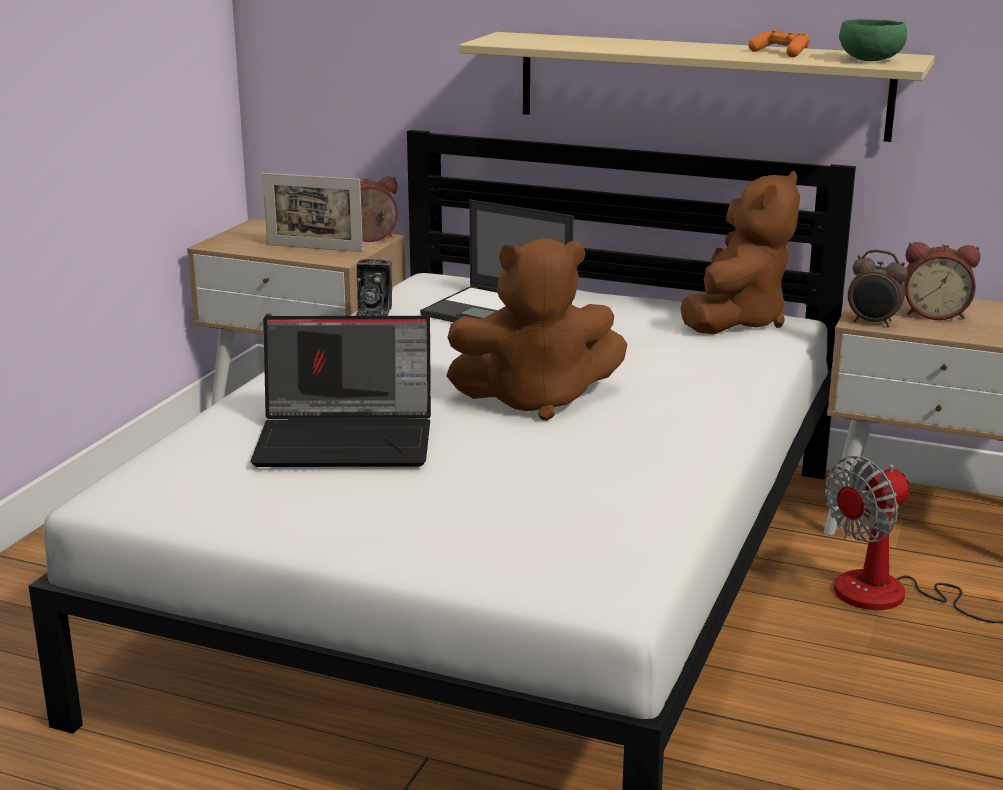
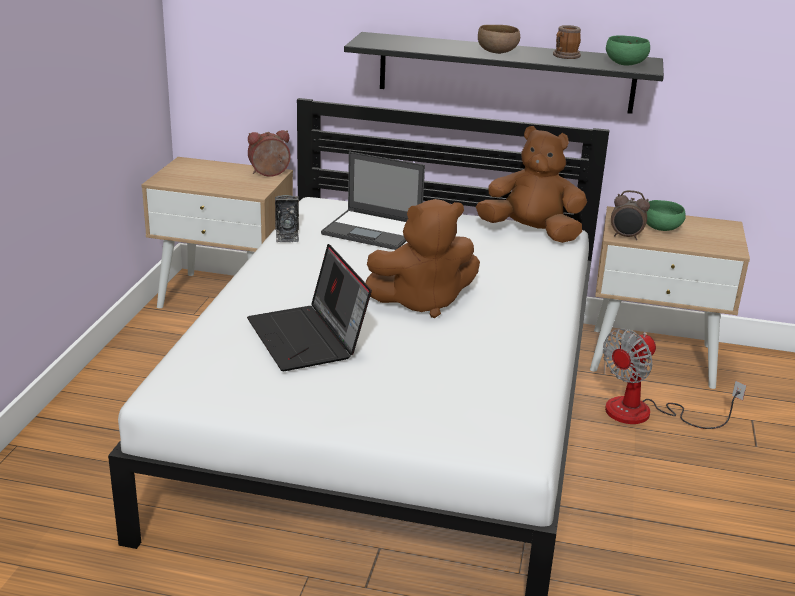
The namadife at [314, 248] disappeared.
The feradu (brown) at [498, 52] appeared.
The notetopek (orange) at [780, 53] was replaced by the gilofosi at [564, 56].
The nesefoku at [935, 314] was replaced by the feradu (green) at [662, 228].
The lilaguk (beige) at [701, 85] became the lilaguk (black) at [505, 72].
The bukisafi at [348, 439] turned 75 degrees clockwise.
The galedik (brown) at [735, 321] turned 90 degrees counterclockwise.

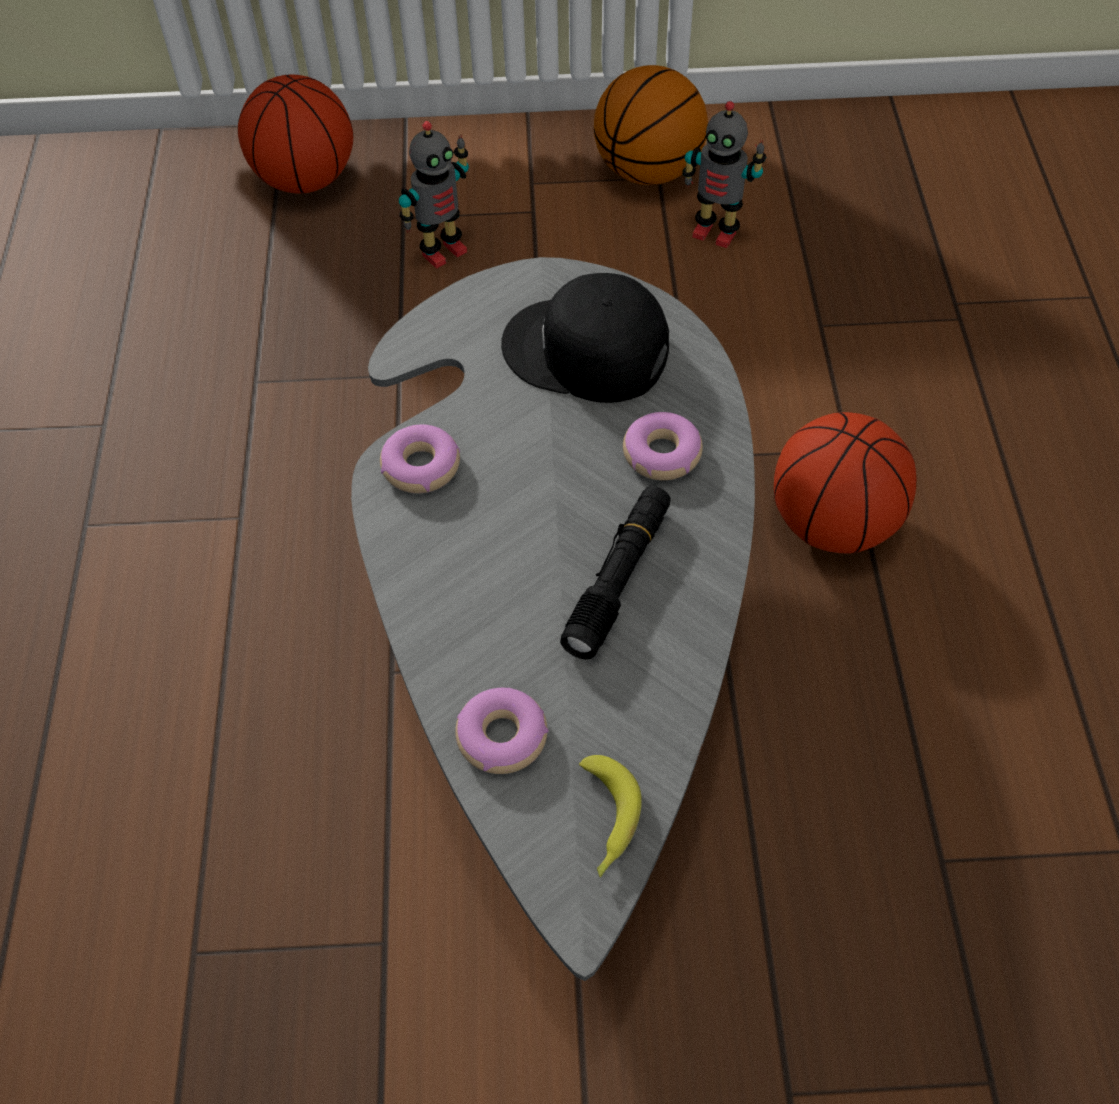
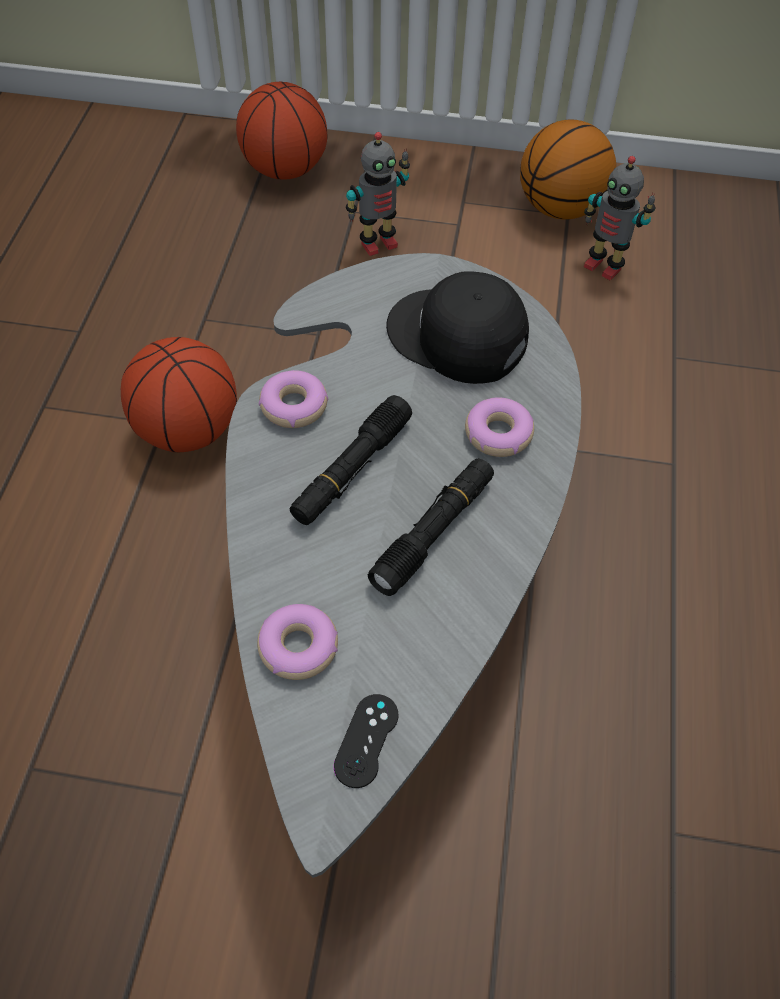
The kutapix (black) at [351, 469] appeared.
The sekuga moved from [832, 524] to [187, 431].
The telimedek at [605, 821] was replaced by the notetopek (black) at [366, 740].

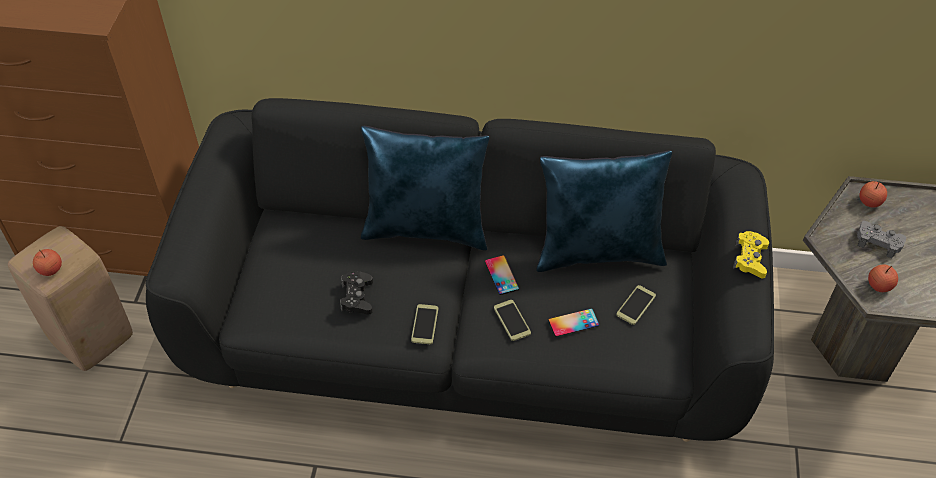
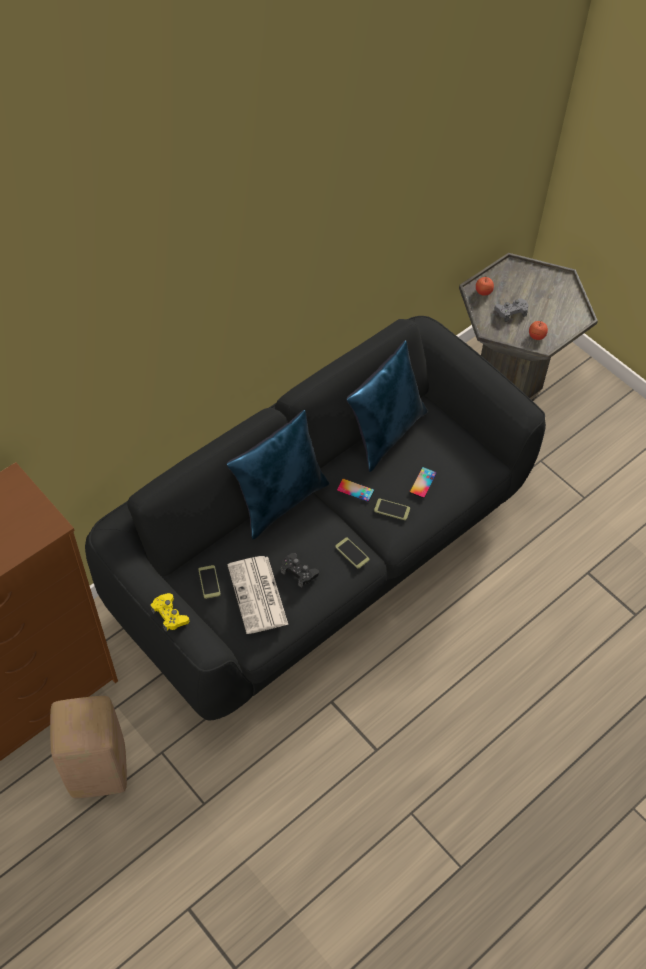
The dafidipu at [51, 269] disappeared.
The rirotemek at [258, 595] appeared.
The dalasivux moved from [636, 305] to [209, 582].
The notetopek (yellow) moved from [750, 258] to [169, 615].

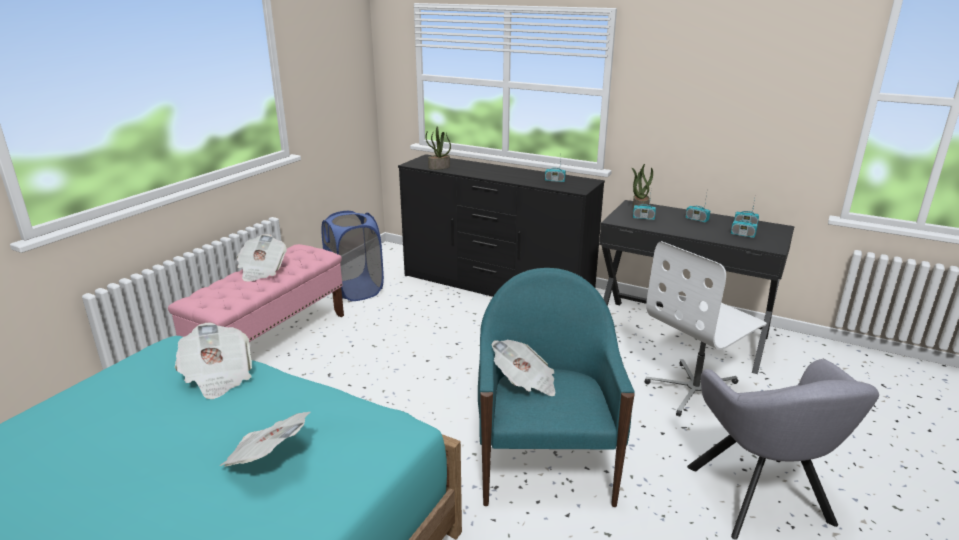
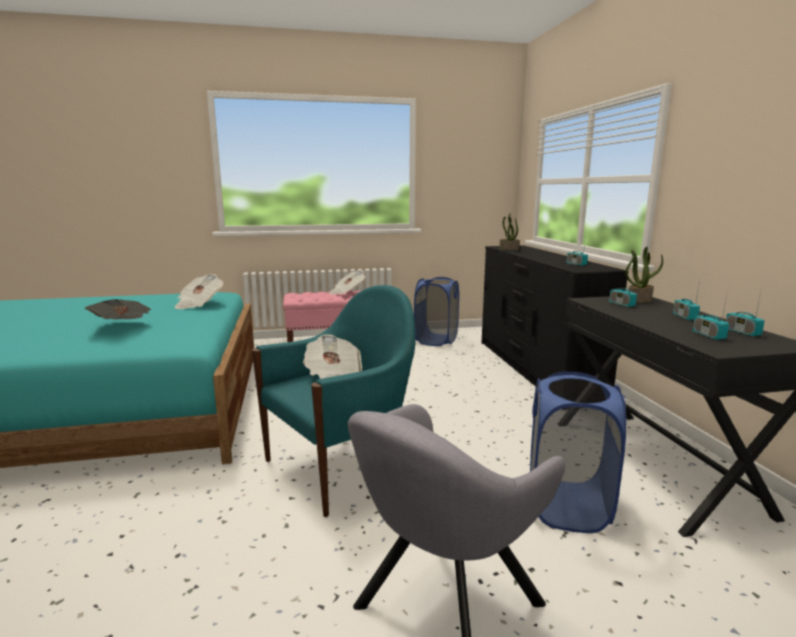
The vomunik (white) at [696, 392] was replaced by the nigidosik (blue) at [566, 505].

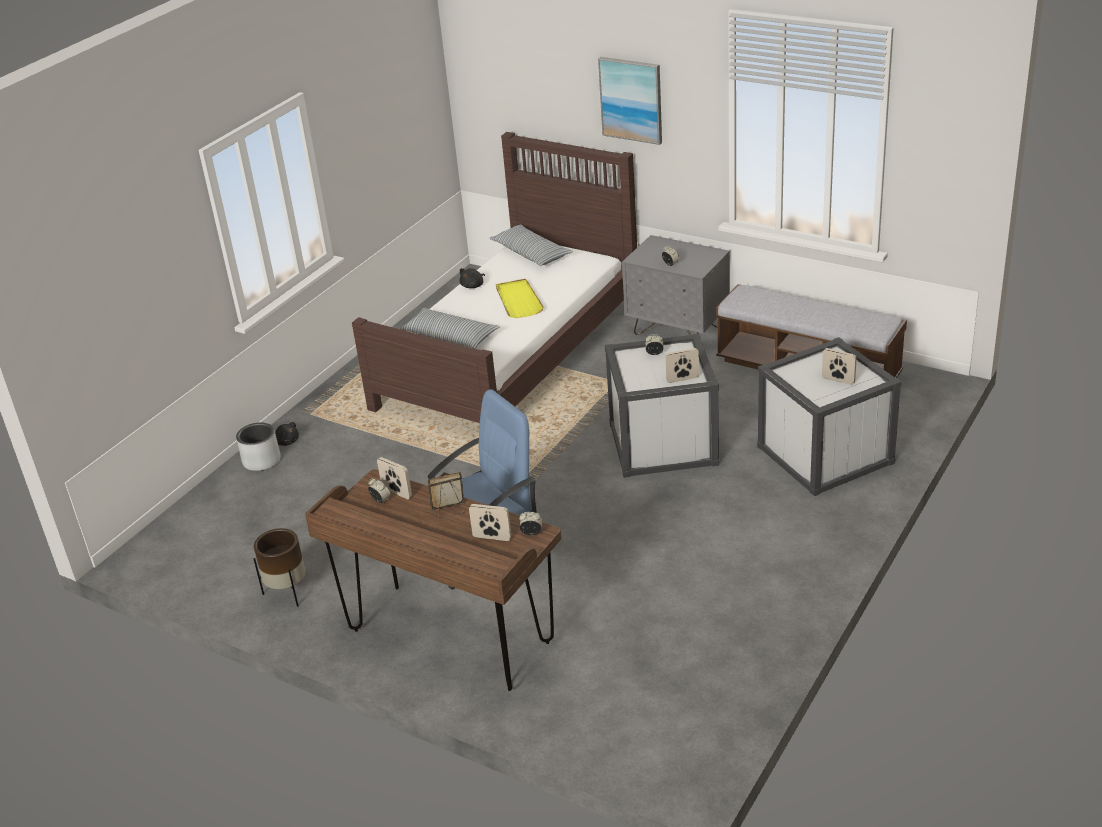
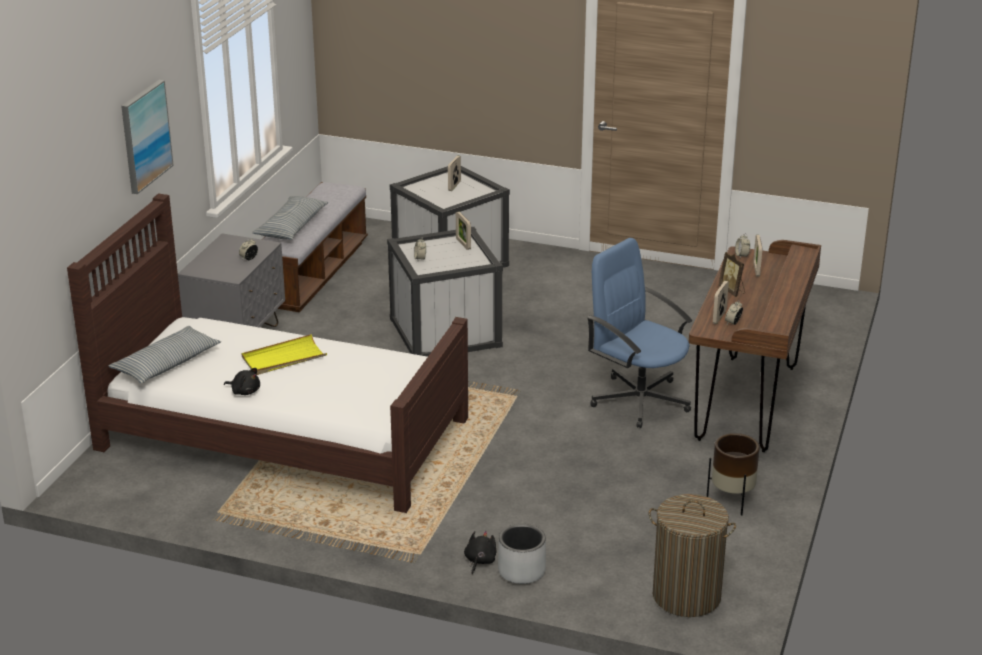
The nigidosik at [686, 596] appeared.
The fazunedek moved from [450, 337] to [291, 226].

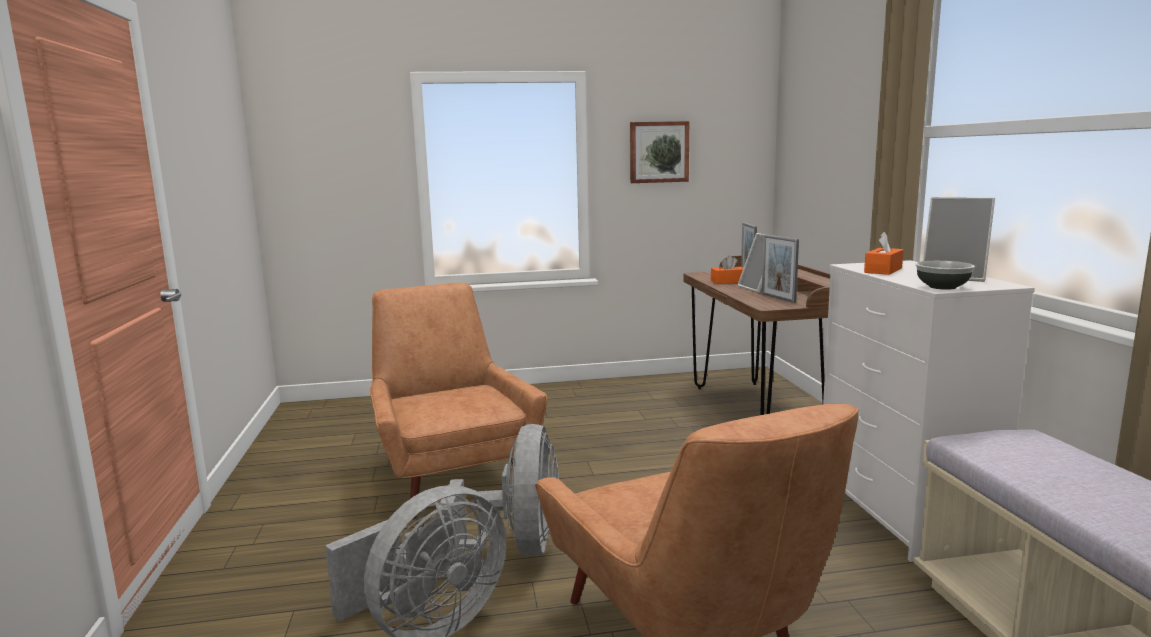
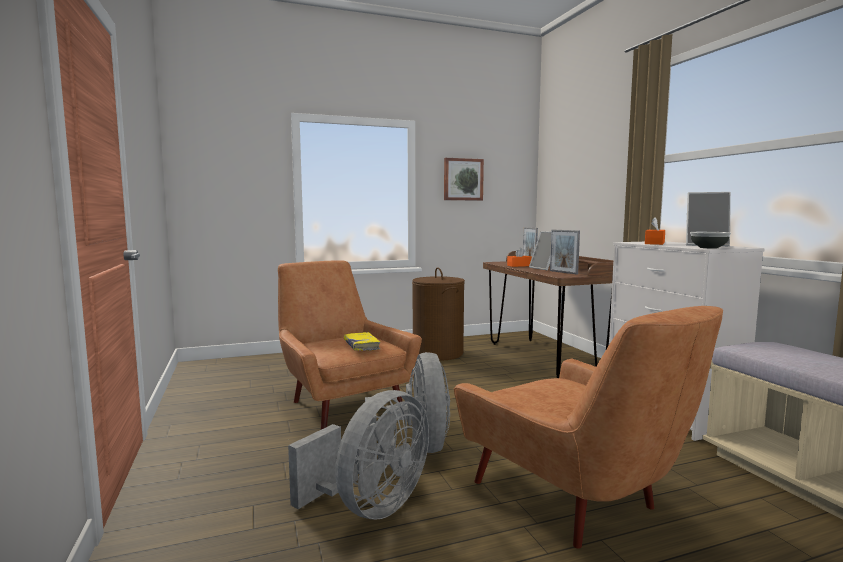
The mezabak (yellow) at [361, 346] appeared.
The nigidosik (brown) at [438, 353] appeared.

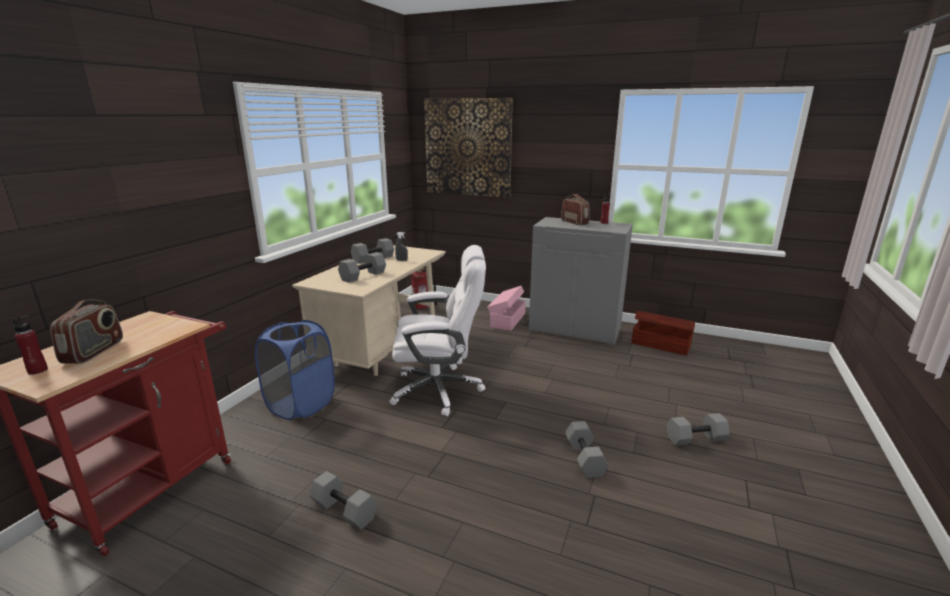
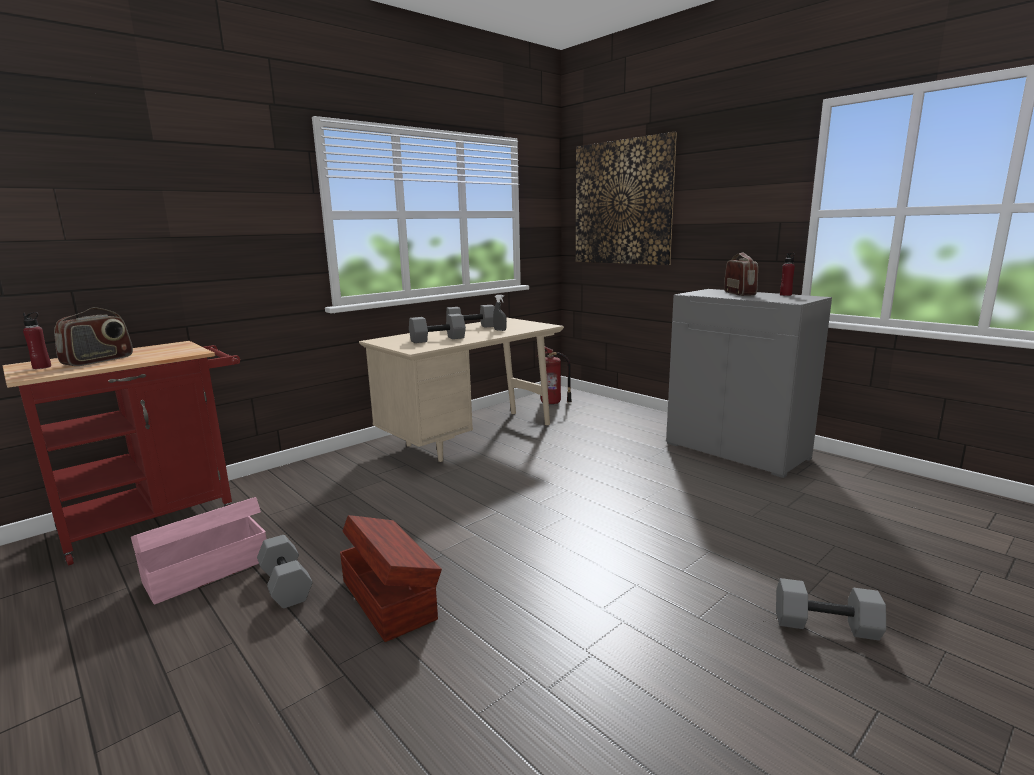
The nigidosik (blue) at [301, 404] disappeared.
The vomunik (white) at [439, 389] disappeared.
The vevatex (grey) at [585, 459] disappeared.
The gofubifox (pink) moved from [507, 320] to [206, 570].
The gofubifox (brown) moved from [660, 344] to [389, 598].

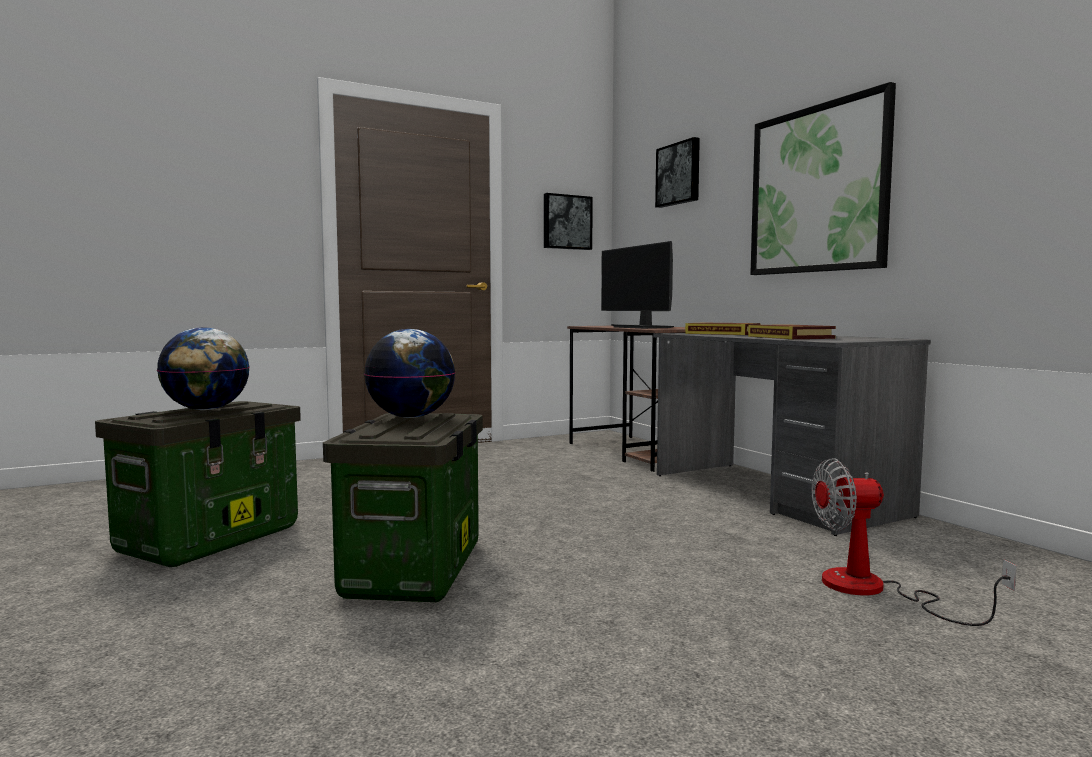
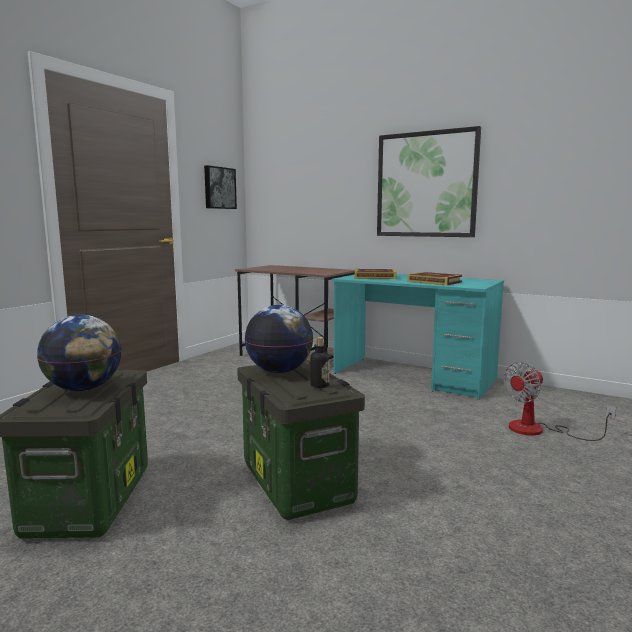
The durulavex at [642, 327] disappeared.
The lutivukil at [679, 174] disappeared.
The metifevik at [319, 385] appeared.
The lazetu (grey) at [773, 494] became the lazetu (turquoise) at [413, 376].

